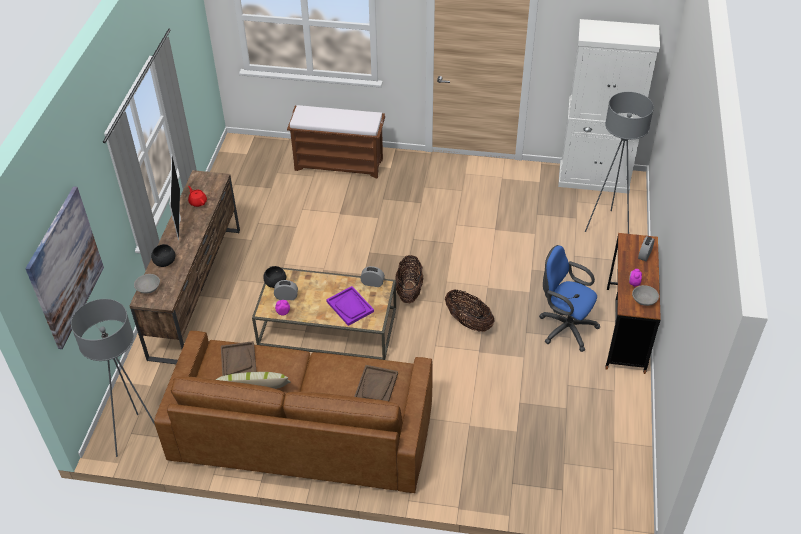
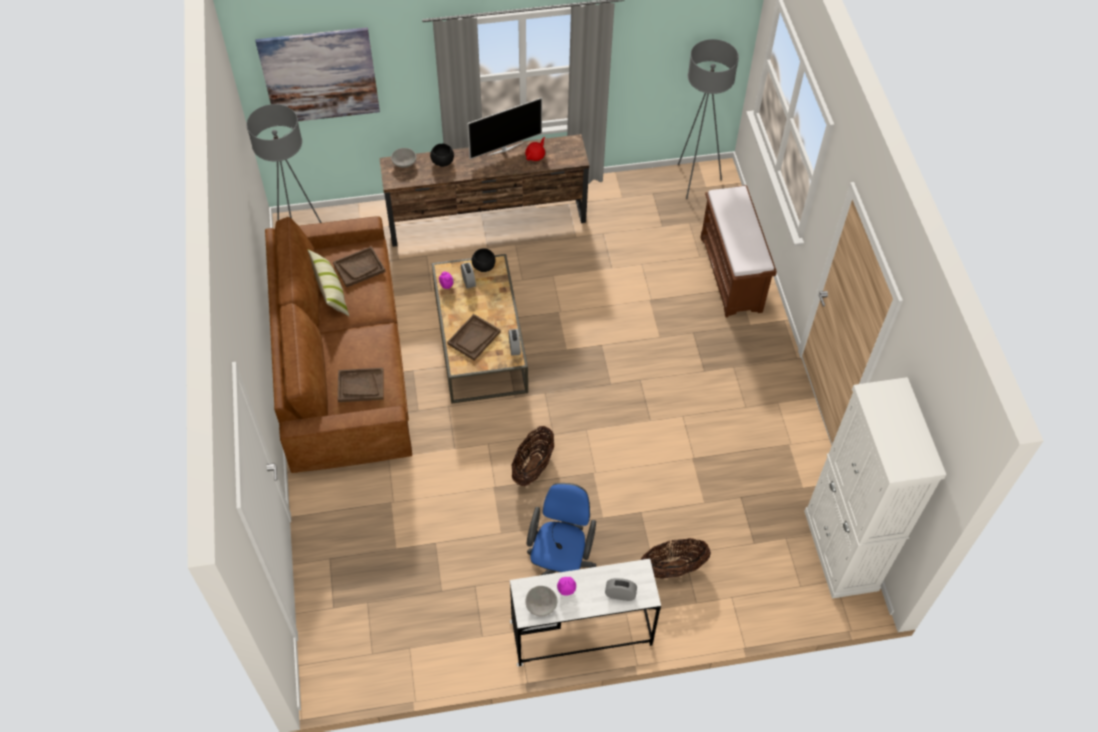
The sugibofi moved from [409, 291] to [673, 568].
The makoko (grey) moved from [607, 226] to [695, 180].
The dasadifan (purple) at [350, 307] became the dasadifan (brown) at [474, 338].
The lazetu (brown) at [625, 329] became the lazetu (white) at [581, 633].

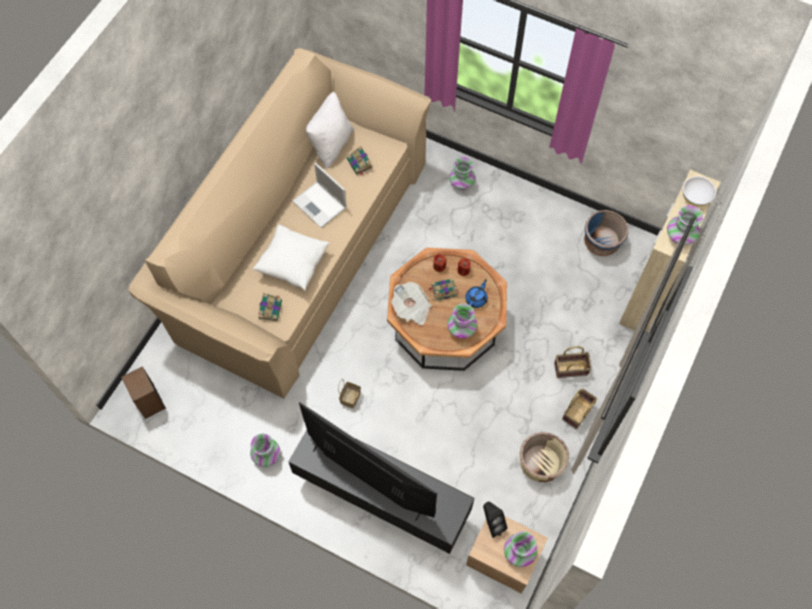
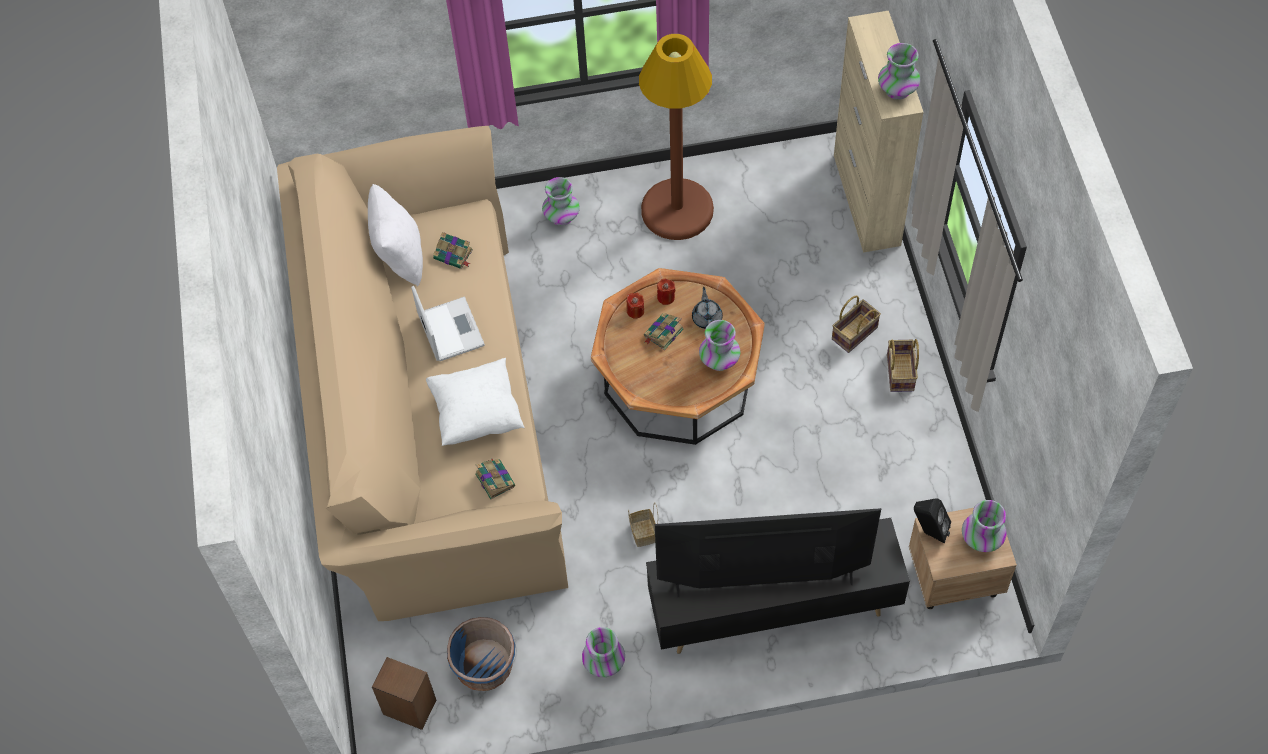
The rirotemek at [411, 308] disappeared.
The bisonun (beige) at [540, 464] disappeared.
The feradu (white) at [696, 197] disappeared.
The makoko (brown) at [677, 210] appeared.
The bisonun (blue) moved from [601, 242] to [484, 666].
The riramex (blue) at [476, 299] became the riramex (grey) at [707, 318].
The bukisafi at [320, 205] turned 120 degrees counterclockwise.

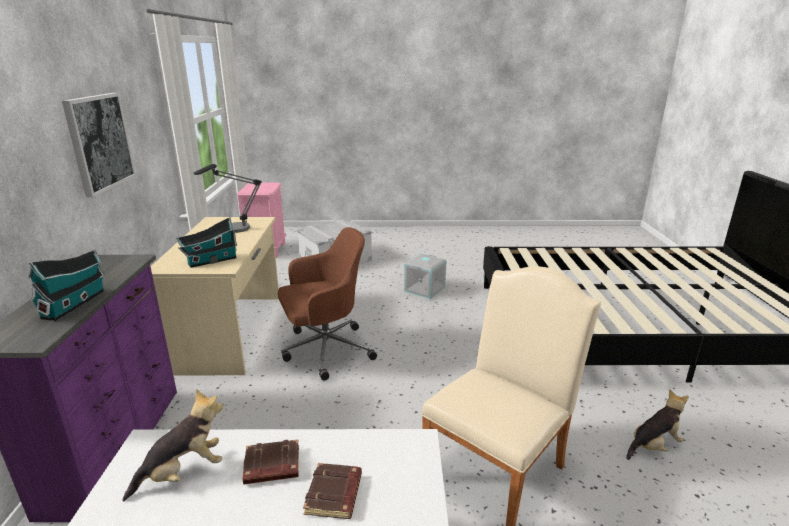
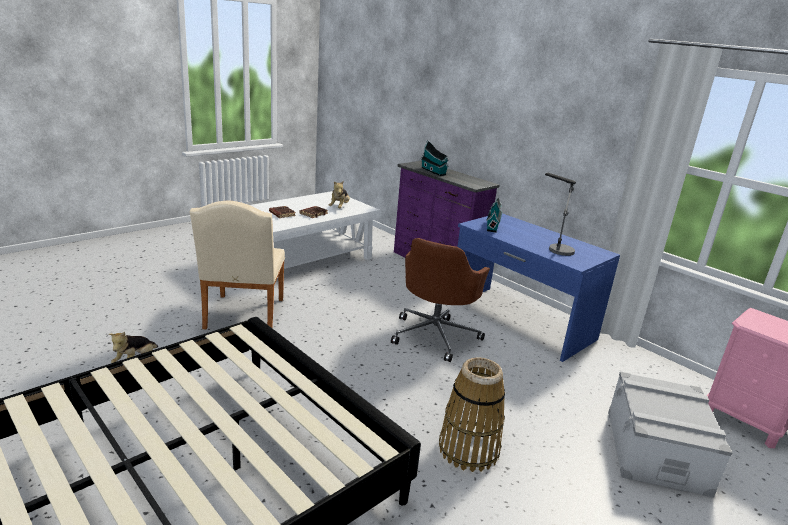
The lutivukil at [100, 142] disappeared.
The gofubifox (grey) at [425, 289] was replaced by the sugibofi at [468, 449].
The lazetu (beige) at [231, 331] became the lazetu (blue) at [520, 321].

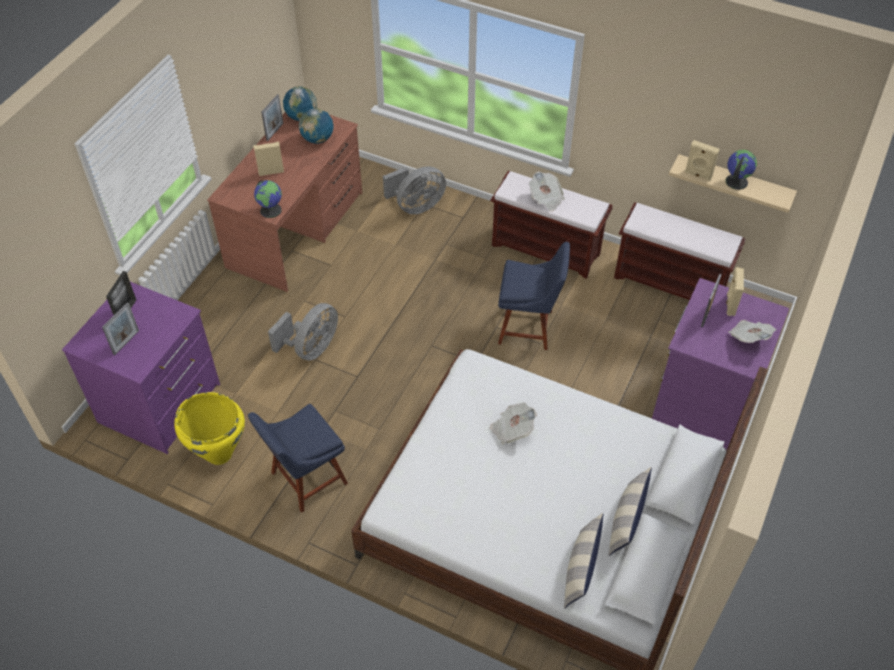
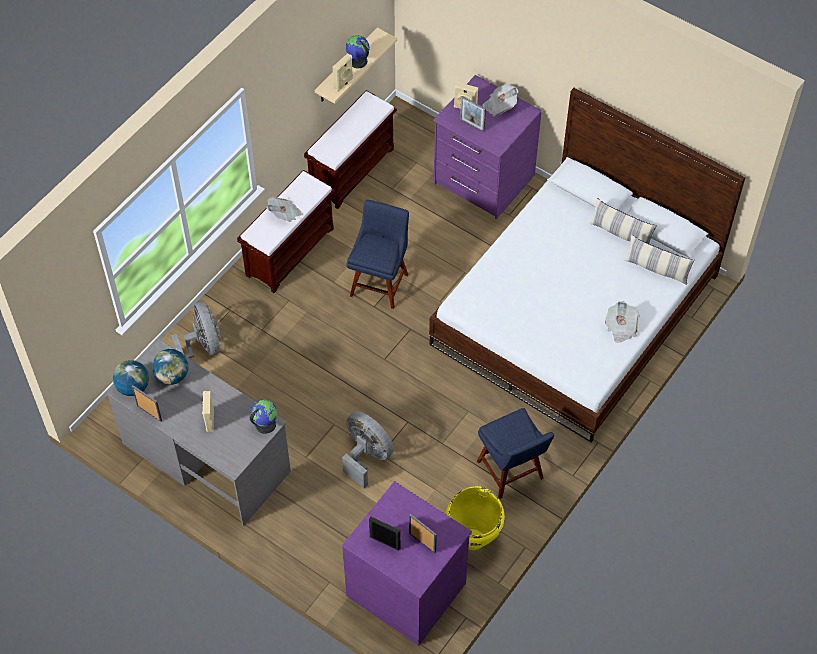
The rirotemek moved from [512, 429] to [621, 328].
The lazetu (brown) at [296, 229] became the lazetu (grey) at [206, 456].

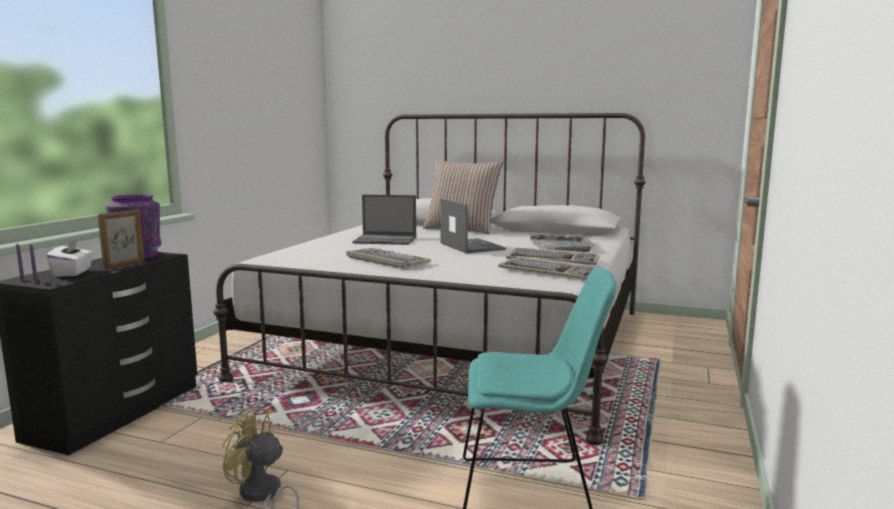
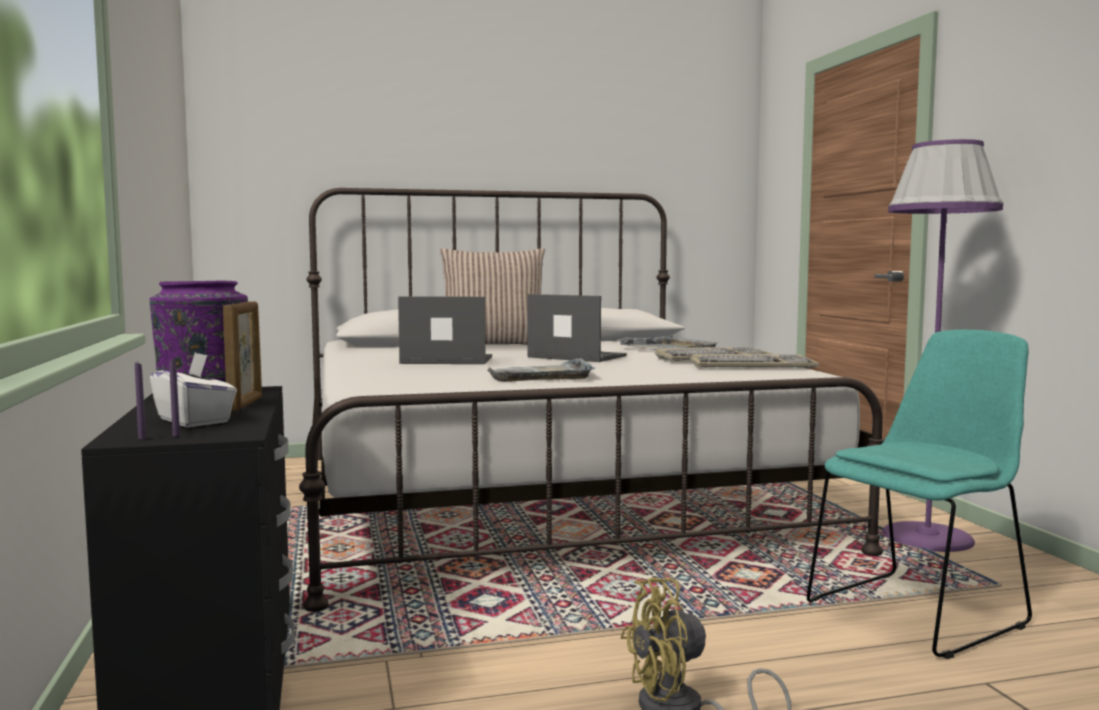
The makoko (purple) at [926, 537] appeared.
The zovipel at [385, 261] was replaced by the dasadifan (grey) at [540, 375].
The bukisafi at [386, 240] turned 150 degrees counterclockwise.

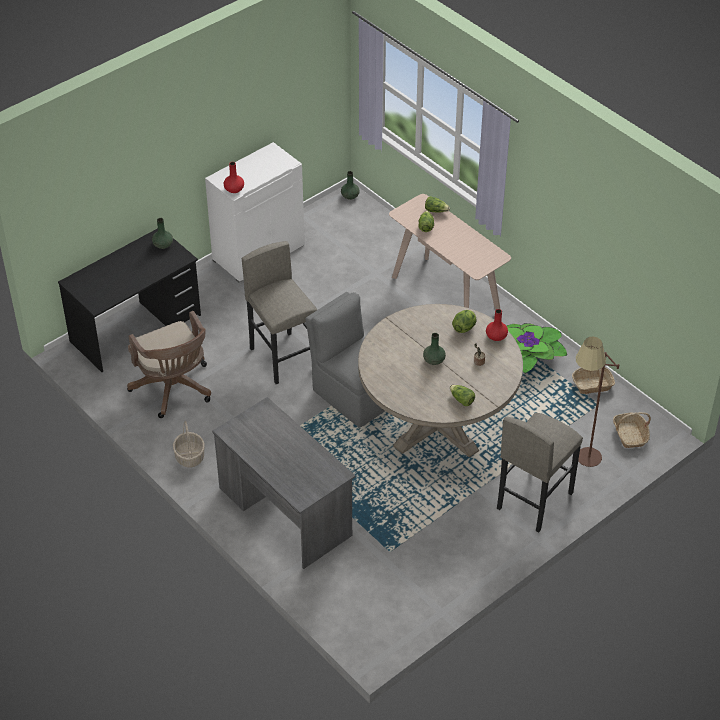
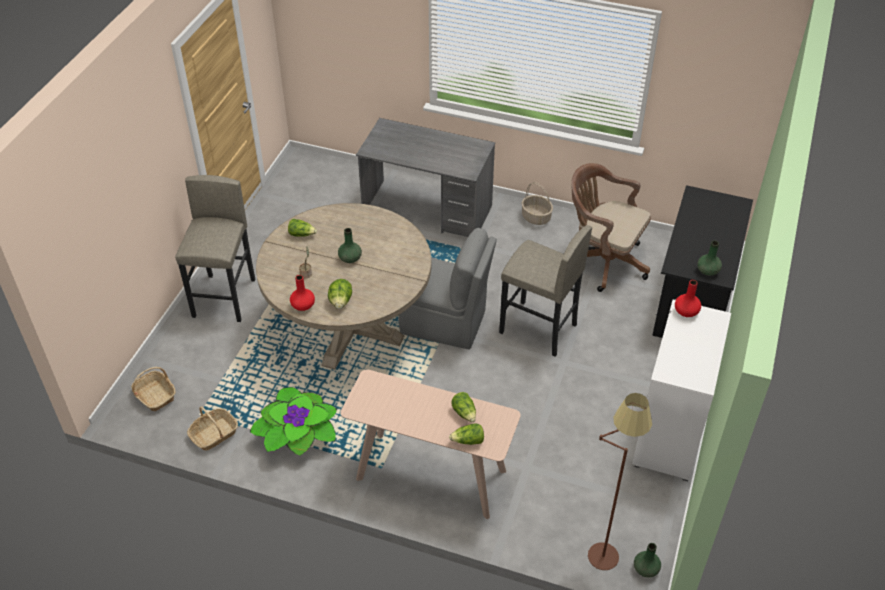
The makoko (brown) moved from [582, 463] to [605, 544].

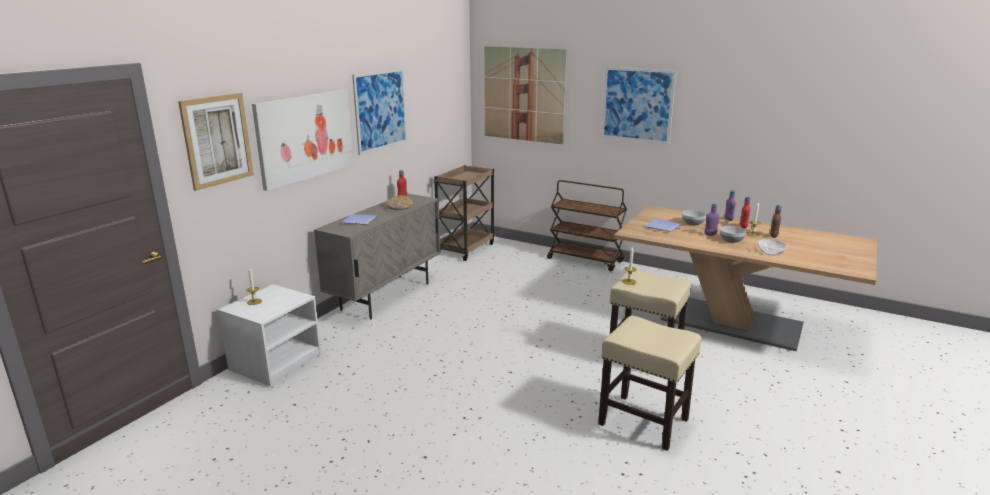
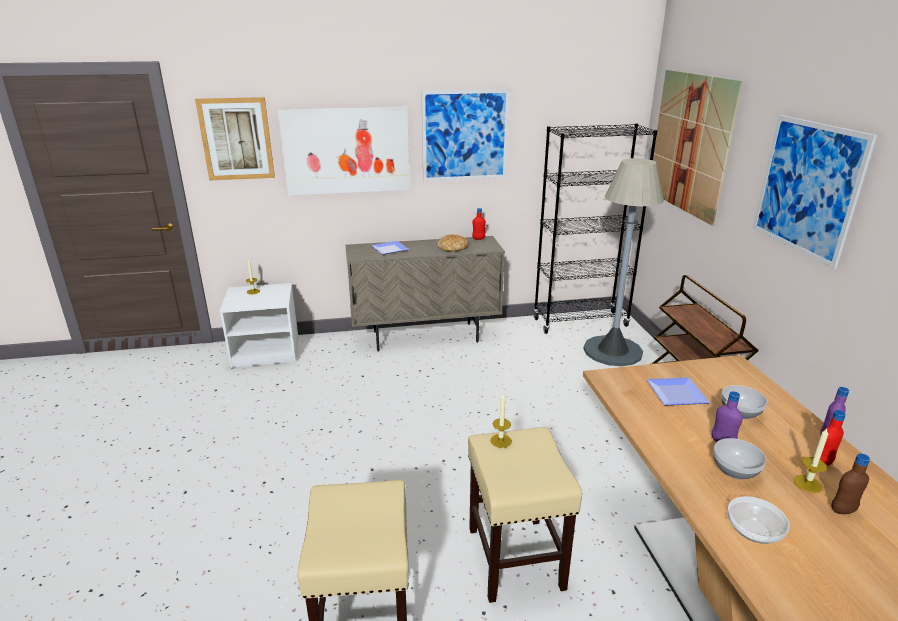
The makoko (grey) at [612, 351] appeared.
The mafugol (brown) at [465, 248] was replaced by the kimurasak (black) at [580, 322].

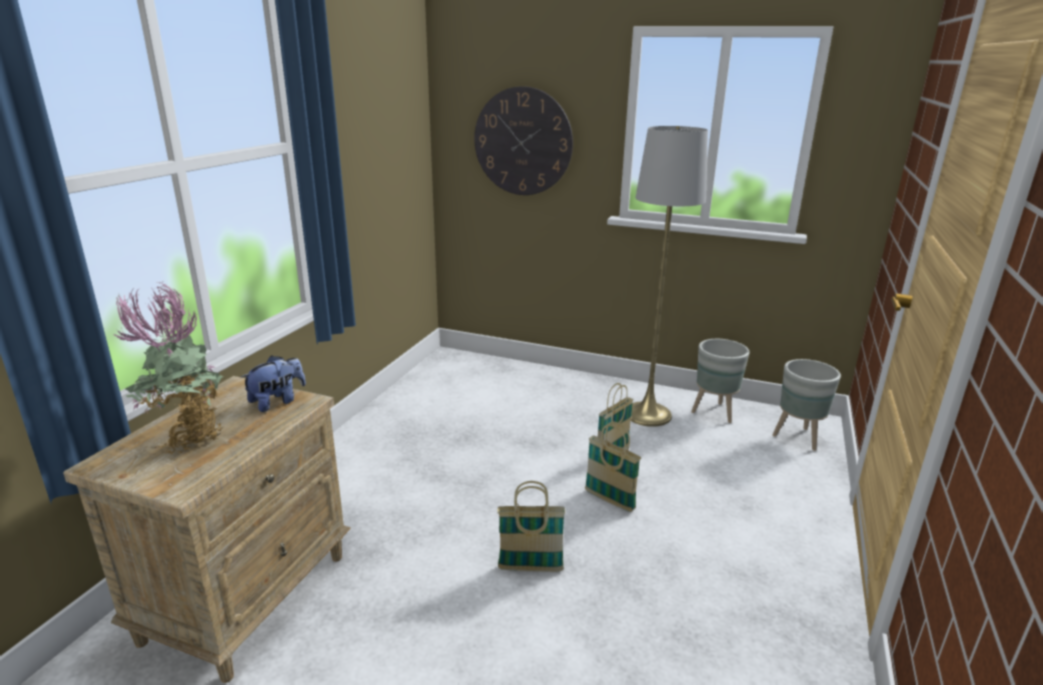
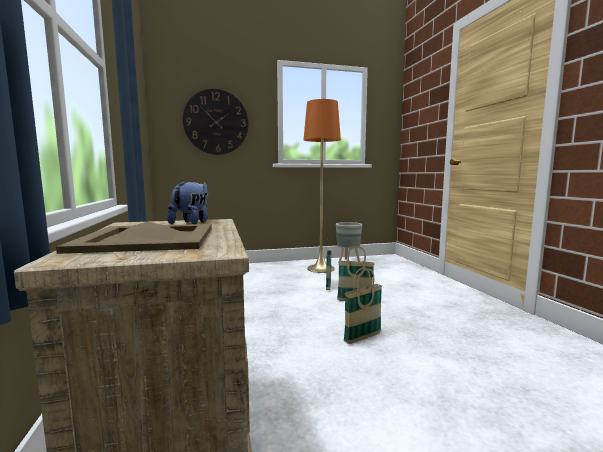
The bisonun (grey) at [797, 438] disappeared.
The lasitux at [187, 437] was replaced by the dasadifan (beige) at [147, 238].
The makoko (grey) at [647, 414] became the makoko (orange) at [320, 269].

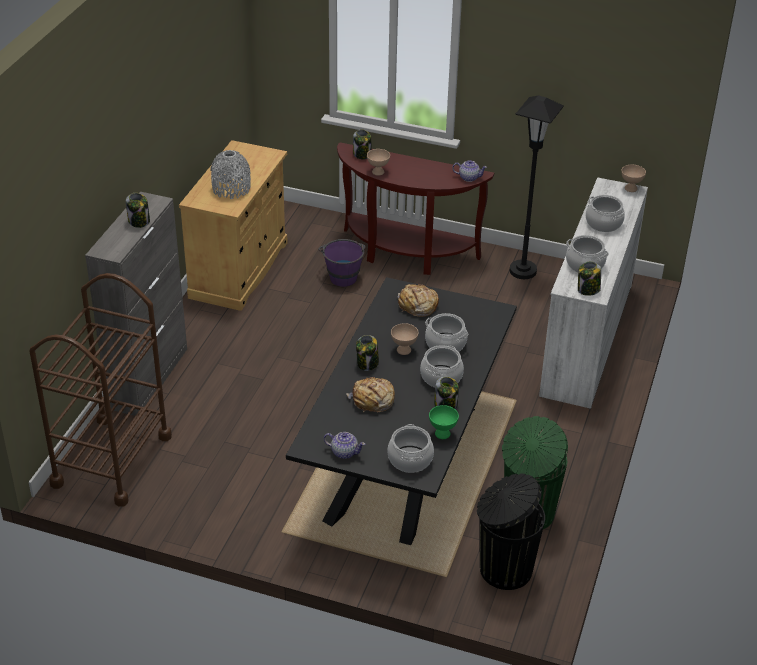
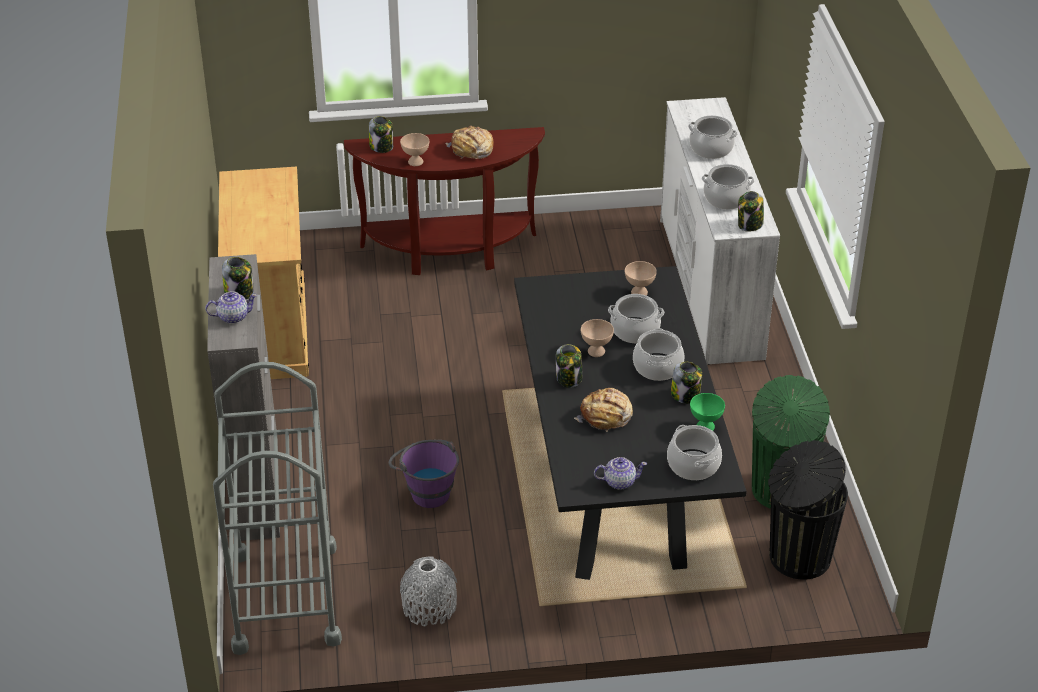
The makoko (black) at [523, 271] disappeared.
The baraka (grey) moved from [231, 189] to [429, 607].
The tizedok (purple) moved from [342, 275] to [425, 490].
The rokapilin moved from [417, 306] to [471, 150].
The riramex moved from [468, 177] to [232, 317].
The feradu (beige) moved from [631, 188] to [640, 292].
The mafugol (brown) at [112, 460] became the mafugol (grey) at [285, 598].

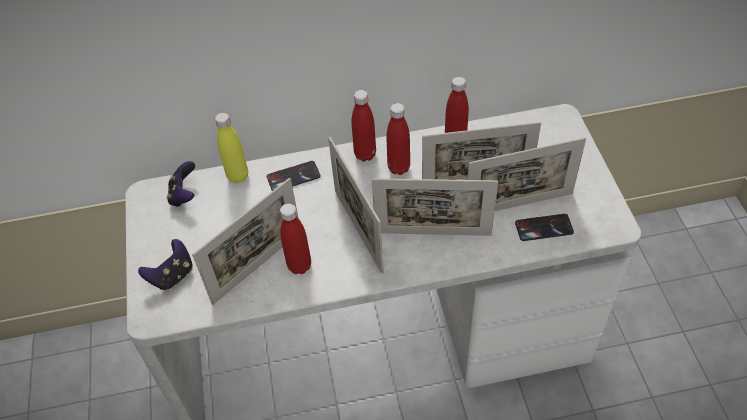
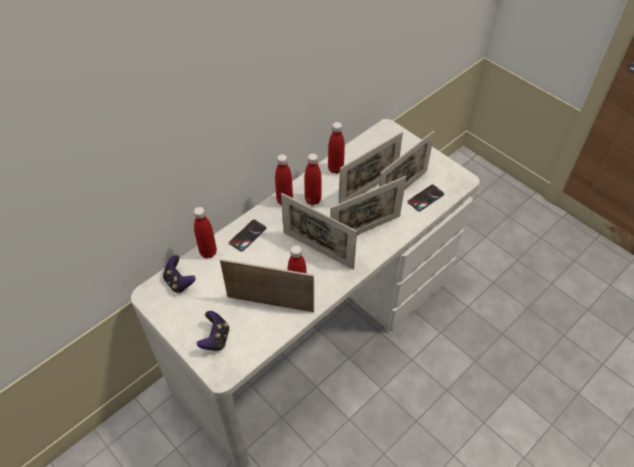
The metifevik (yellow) at [238, 176] became the metifevik (red) at [208, 252].
The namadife at [257, 266] turned 90 degrees counterclockwise.

